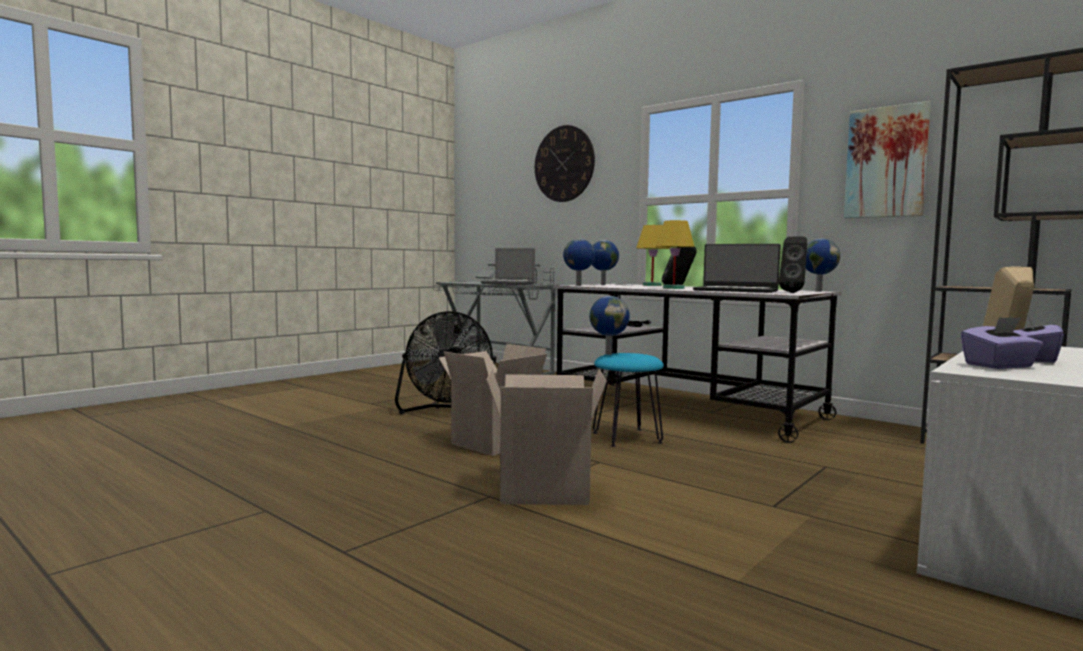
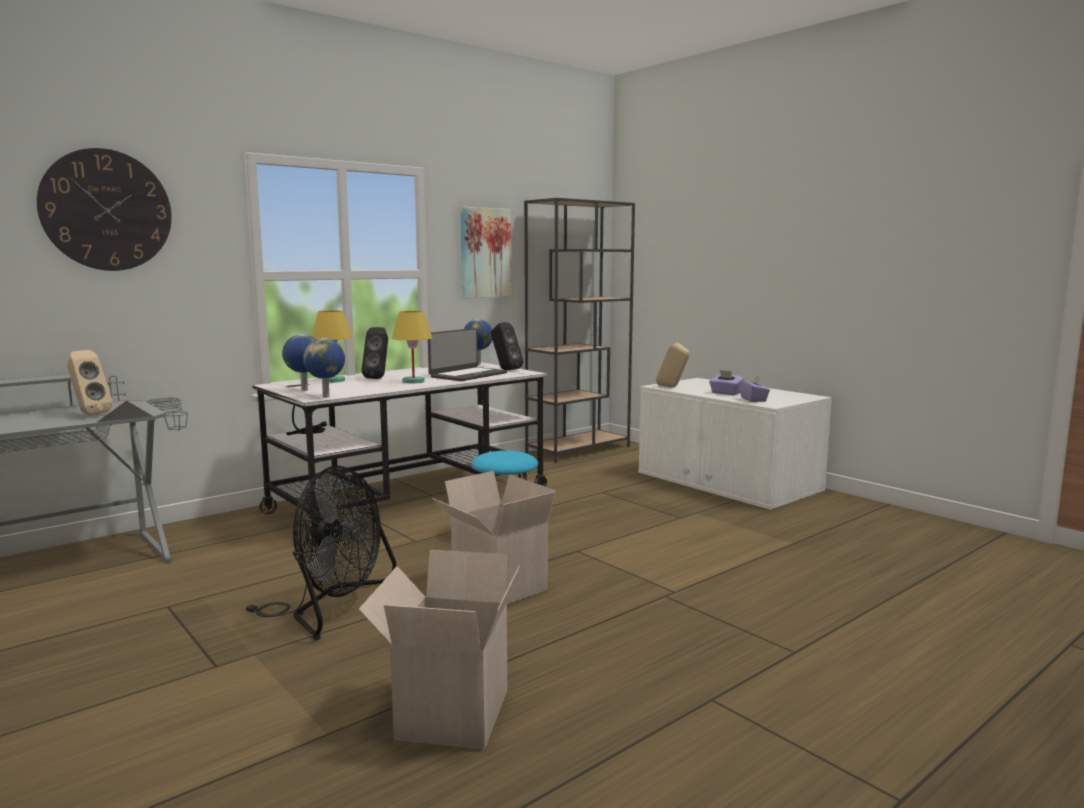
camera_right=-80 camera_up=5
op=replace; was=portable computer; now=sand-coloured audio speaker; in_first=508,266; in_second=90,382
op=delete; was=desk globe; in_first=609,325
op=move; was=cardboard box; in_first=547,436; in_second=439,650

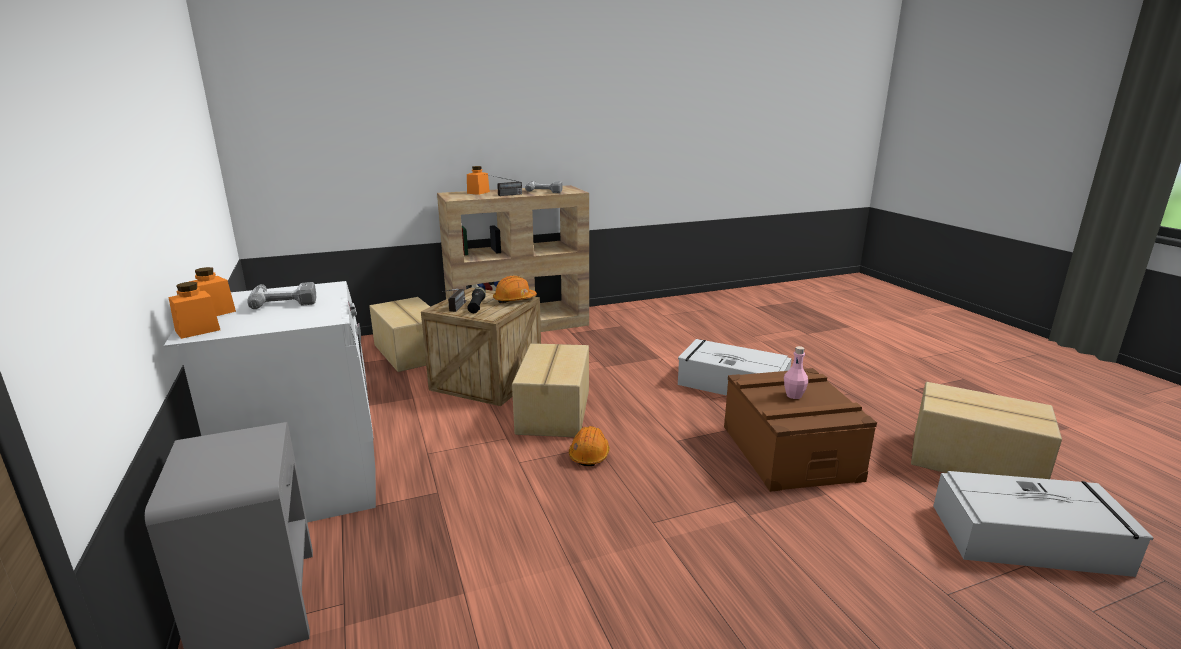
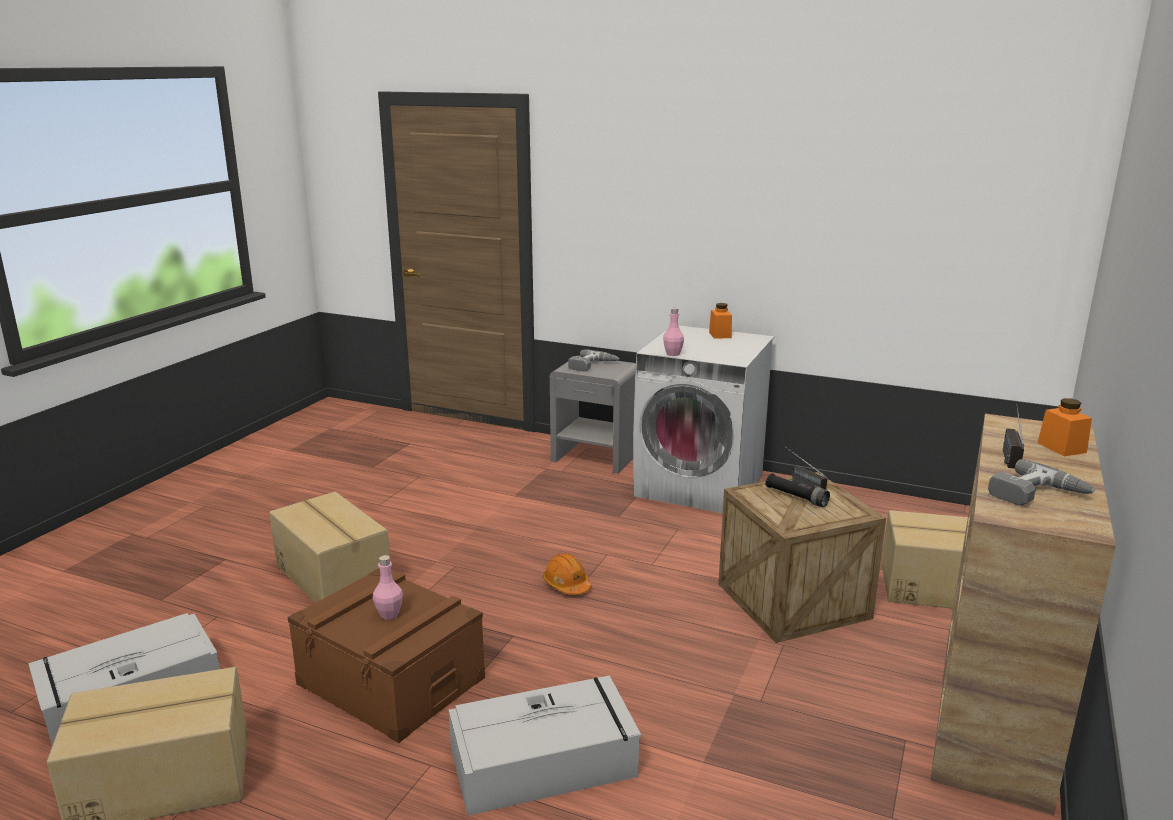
camera_right=135 camera_up=0
op=delete; was=orange work helmet; in_first=515,289
op=delete; was=orange jar; in_first=194,310
op=move; was=drill; in_first=282,295; in_second=593,360
op=move; was=cardboard box; in_first=550,390; in_second=329,547
op=insert; now=pinkish drink bottle; in_second=673,332

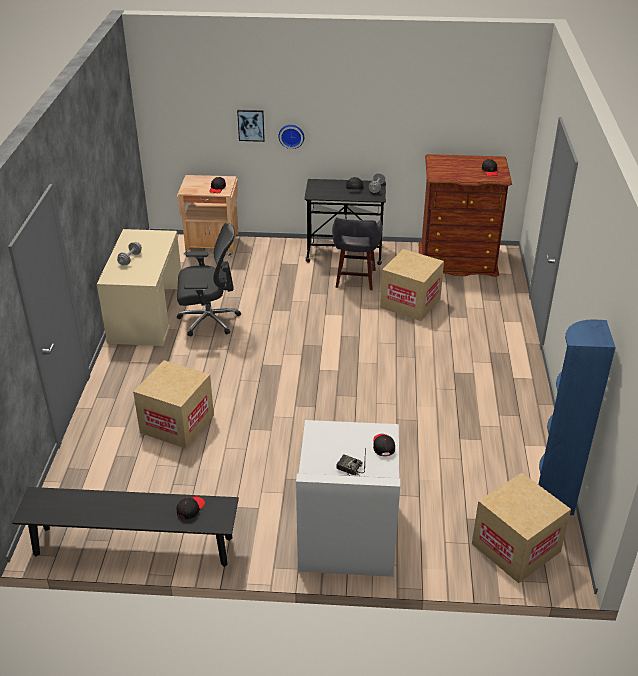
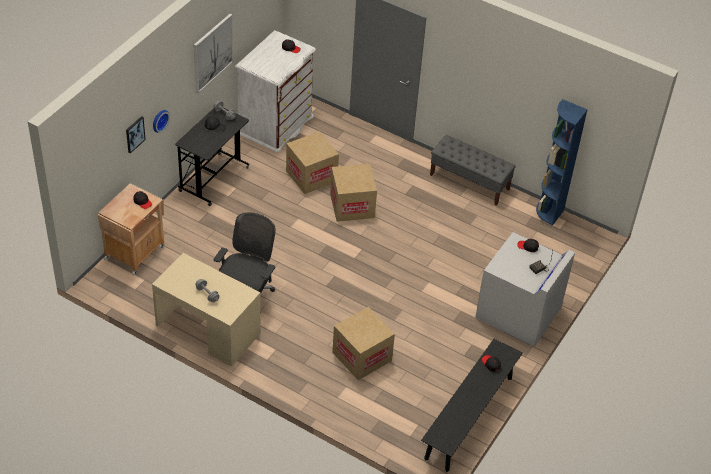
camera_right=-65 camera_up=10
op=recolor; was=brownish drawer chest; now=whitish drawer chest; in_first=465,215; in_second=275,91
op=delete; was=gray stool; in_first=357,253
op=move; was=cardboard box; in_first=521,527; in_second=353,193
op=insert; now=wall art; in_second=214,53
op=insert; now=gray indoor bench; in_second=473,170

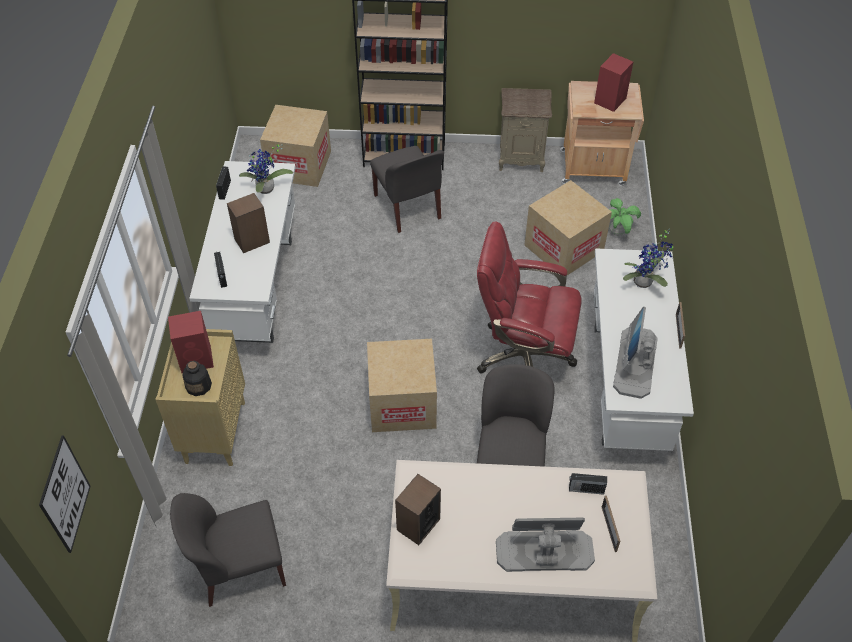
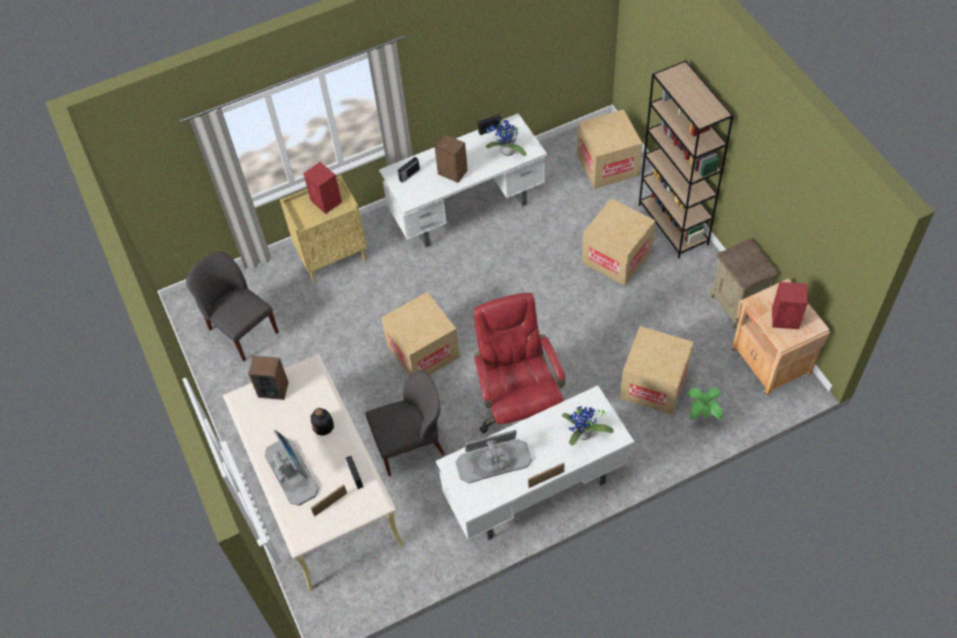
camera_right=65 camera_up=5
op=replace; was=gray upright chair; now=cardboard box; in_first=407,189; in_second=619,242
op=move; was=drink bottle; in_first=197,378; in_second=322,422
op=delete; was=wall art; in_first=65,494

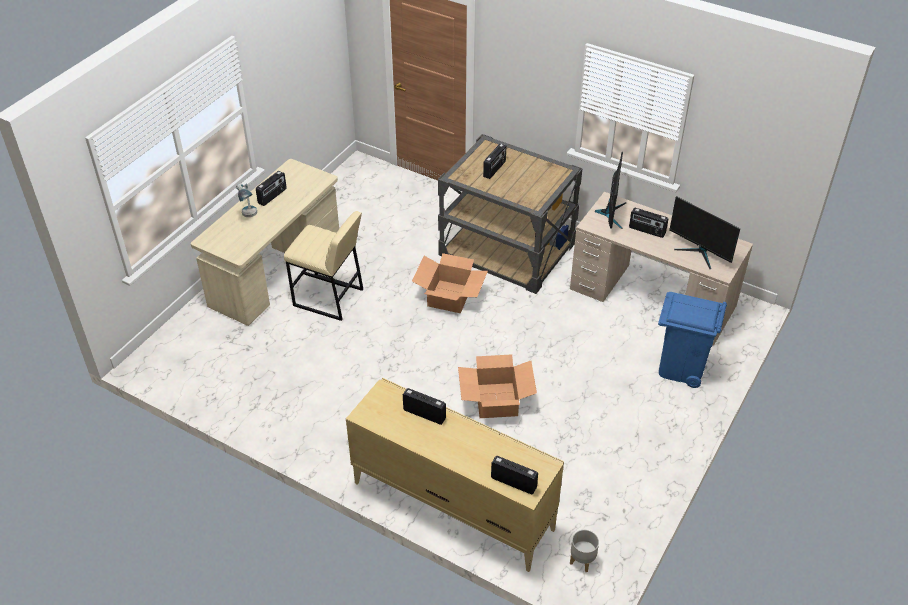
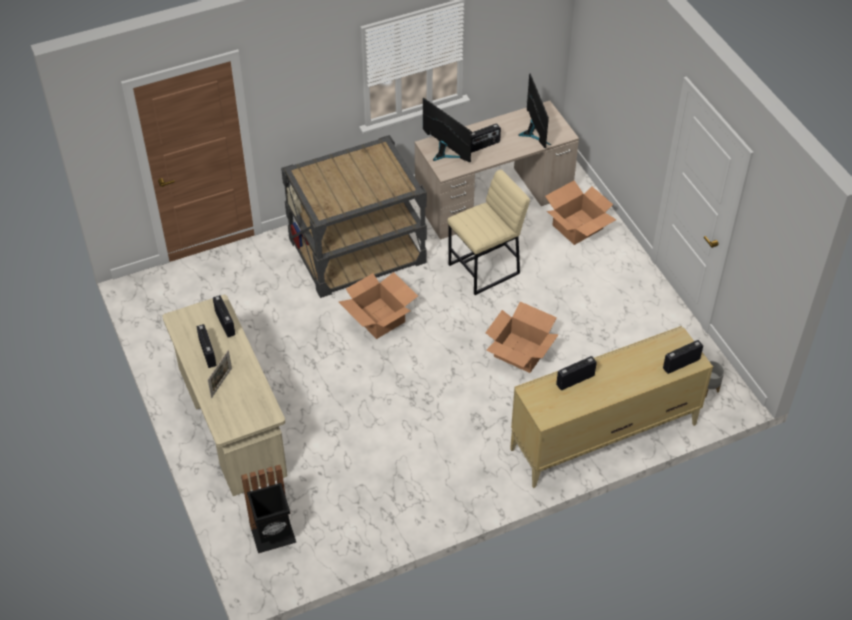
camera_right=-55 camera_up=5
op=move; was=radio set; in_first=494,161; in_second=224,316
op=replace; was=lamp for a table; now=picture frame; in_first=246,200; in_second=220,374
op=rotate; was=computer display; in_first=704,232; in_second=535,111; clockwise=-90
op=move; was=sand-coloured upright chair; in_first=323,266; in_second=488,232
op=replace; was=blue waste bin; now=cardboard box; in_first=692,340; in_second=581,212
op=insert; now=black-coloured waste bin; in_second=268,509

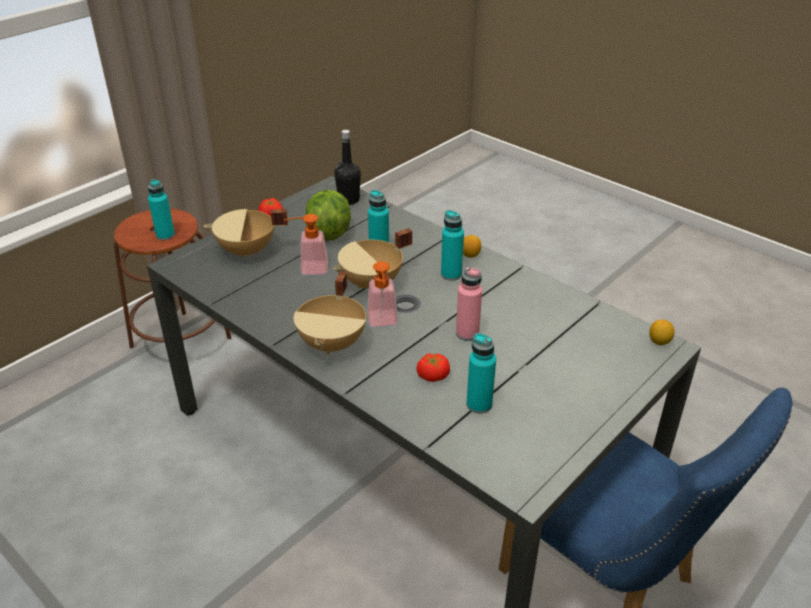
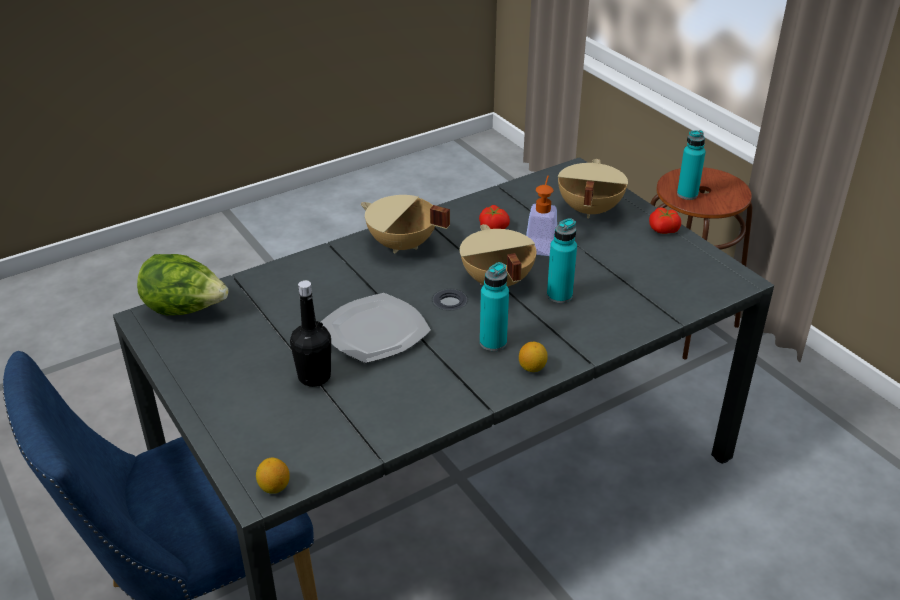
camera_right=105 camera_up=0
op=move; was=black-coloured drink bottle; in_first=347,167; in_second=310,333
op=move; was=head of lettuce; in_first=328,215; in_second=183,284
op=delete; was=soap dispenser; in_first=382,294
op=replace; was=pinkish drink bottle; now=dinner plate; in_first=469,304; in_second=376,328
op=delete; was=turquoise-coloured drink bottle; in_first=481,373
op=move; was=tomato; in_first=433,367; in_second=494,217

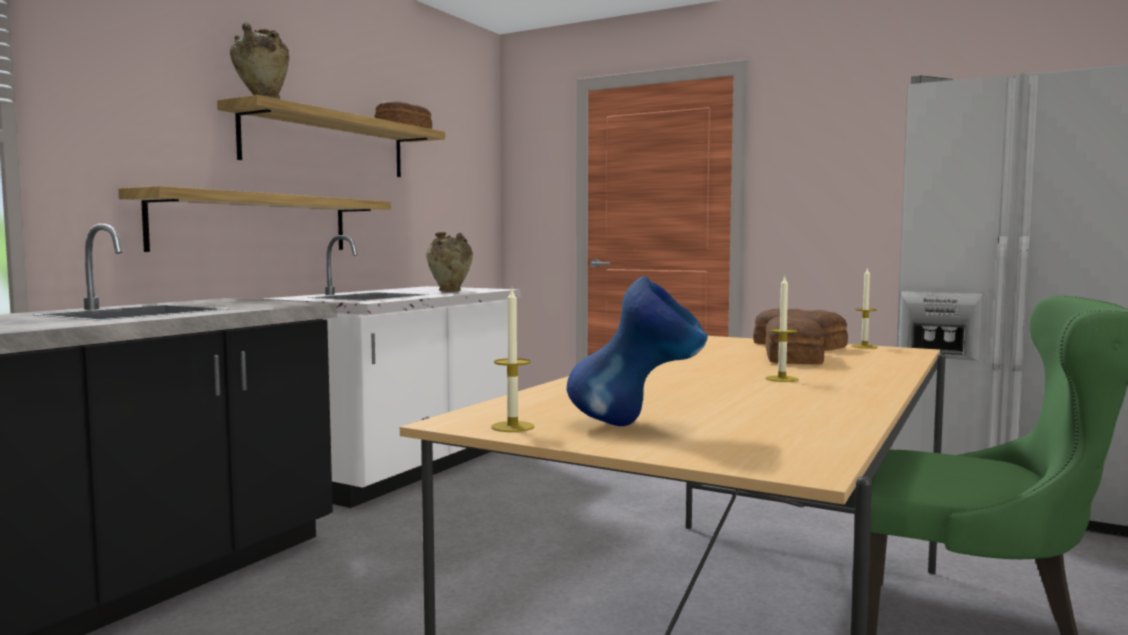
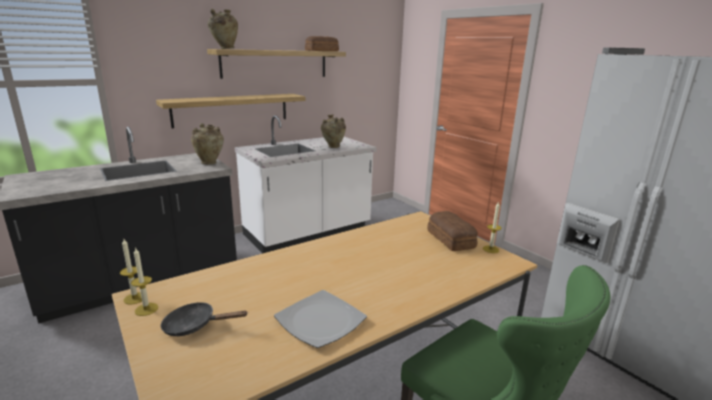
camera_right=25 camera_up=15
op=replace; was=blue flower vase; now=black-coloured frying pan; in_first=637,351; in_second=204,319
op=move; was=wax light; in_first=782,329; in_second=131,271
op=delete; was=bread; in_first=795,340
op=insert; now=sand-coloured flower vase; in_second=207,143
op=insert; now=dinner plate; in_second=320,319

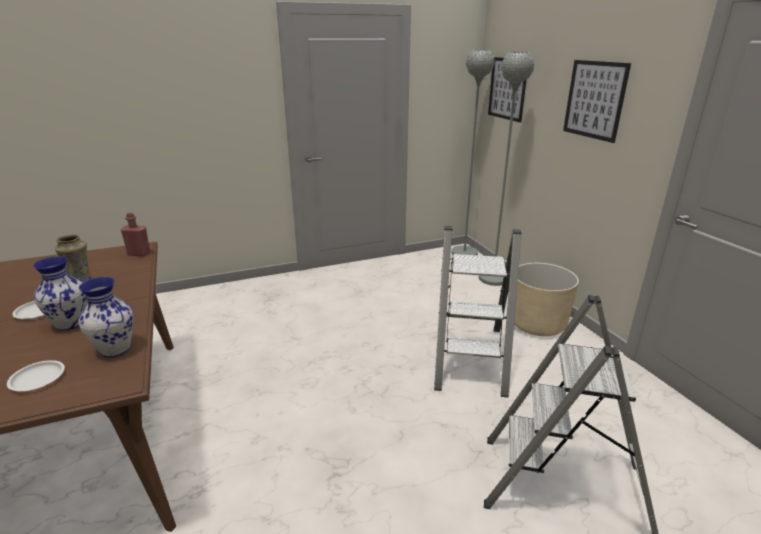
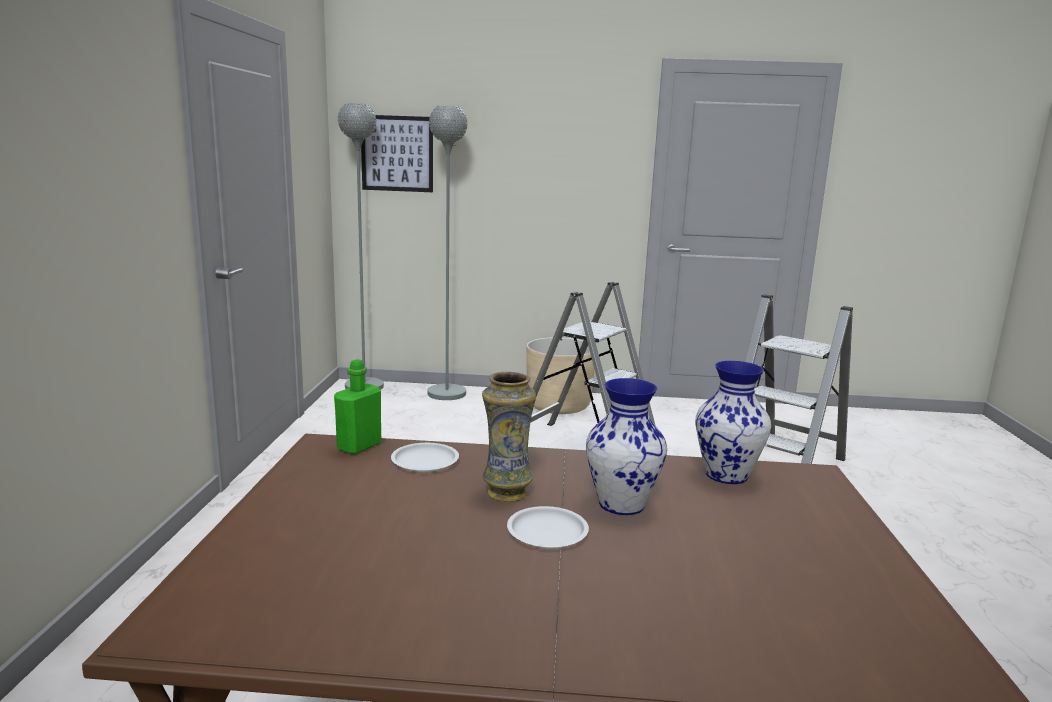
camera_right=-65 camera_up=-10
op=delete; was=wall art; in_first=597,101
op=recolor; was=red drink bottle; now=green-coloured drink bottle; in_first=136,234; in_second=357,407
op=move; was=whitish dinner plate; in_first=36,375; in_second=425,457

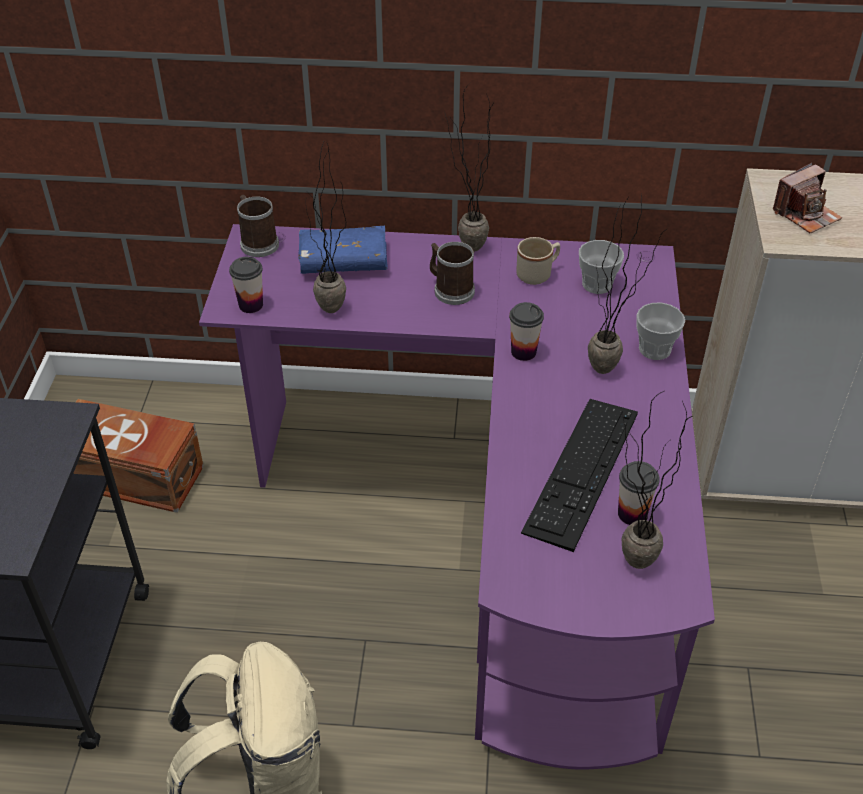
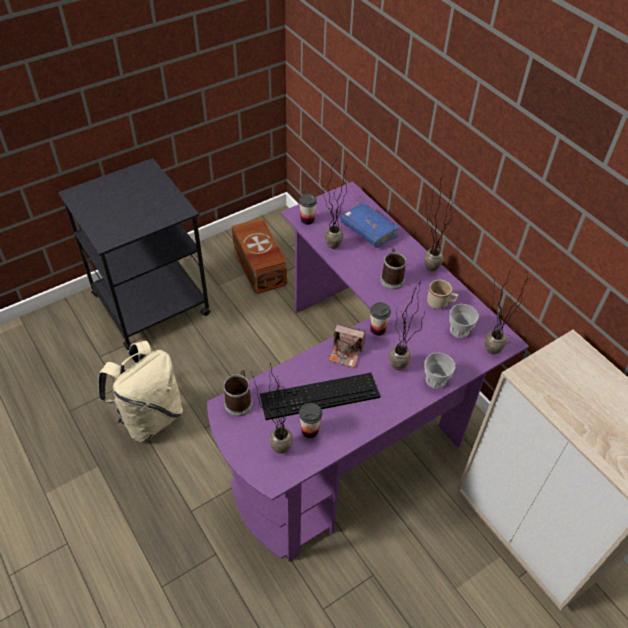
camera_right=50 camera_up=5
op=move; was=photo camera; in_first=807,198; in_second=346,346
op=move; was=coffee mug; in_first=258,226; in_second=238,393
op=insert; now=houseplant; in_second=507,310

